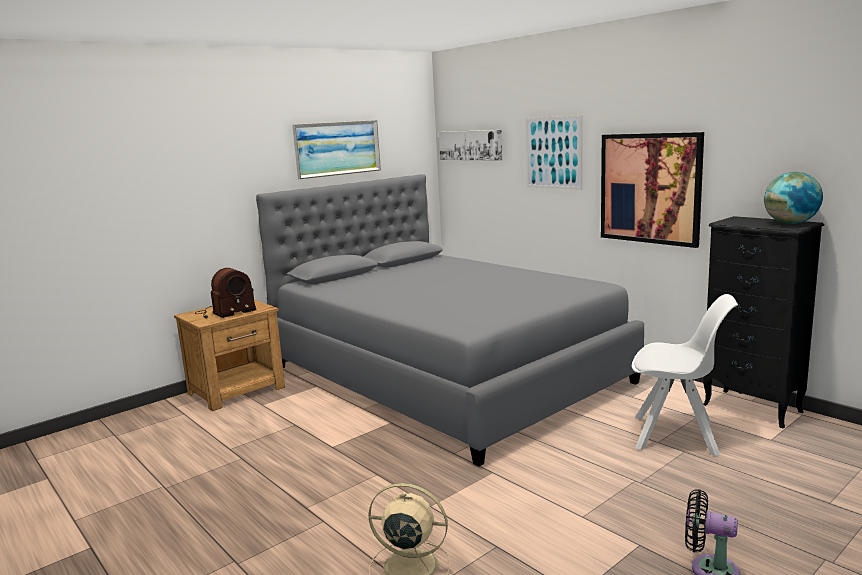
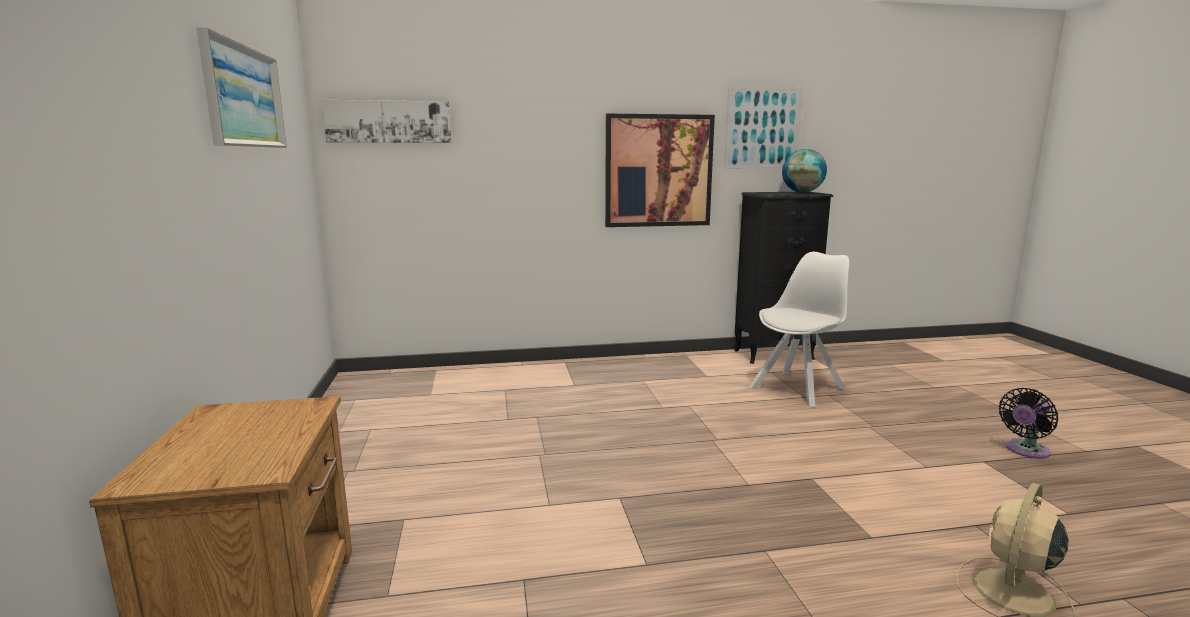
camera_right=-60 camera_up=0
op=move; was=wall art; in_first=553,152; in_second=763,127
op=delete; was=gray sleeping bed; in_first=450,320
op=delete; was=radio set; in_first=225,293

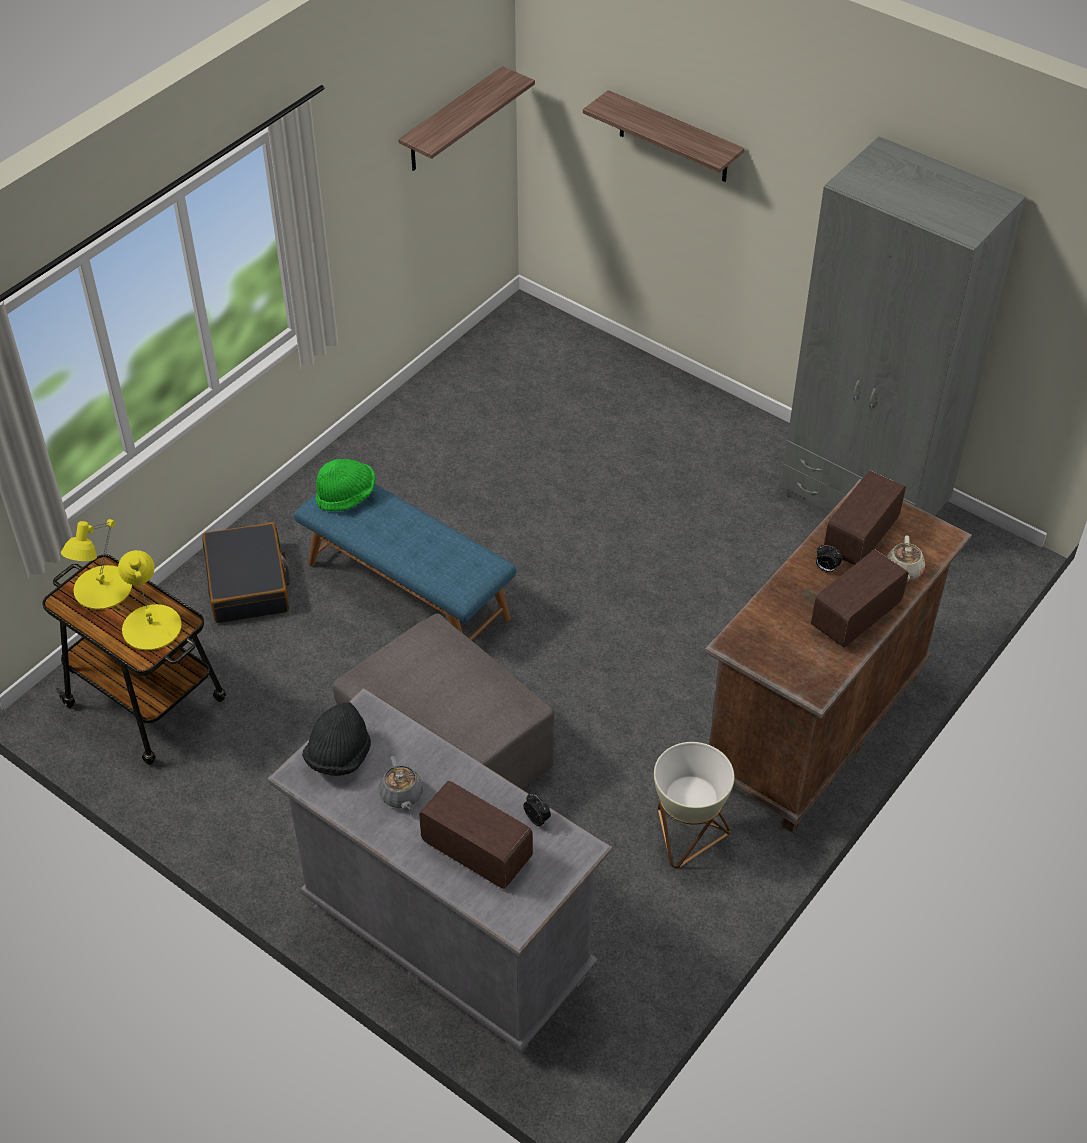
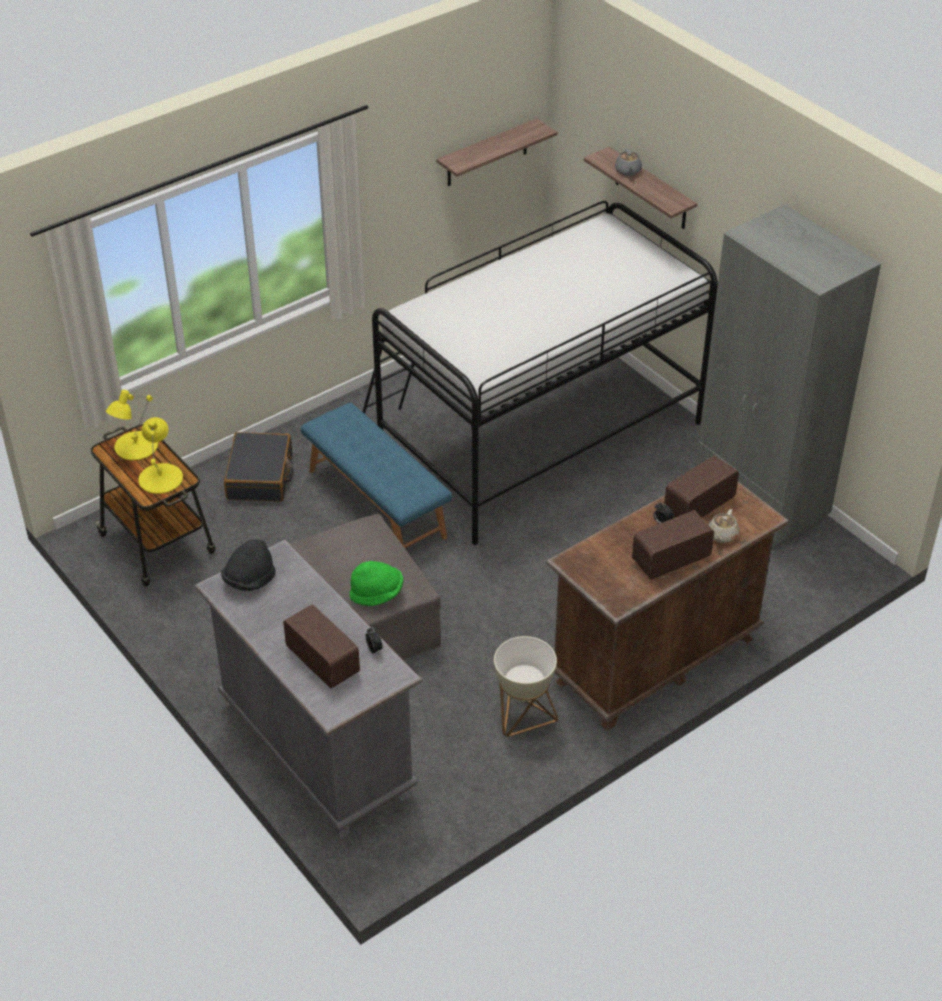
camera_right=15 camera_up=-5
op=move; was=green-coloured hat; in_first=346,485; in_second=376,583
op=move; was=gray tea pot; in_first=401,783; in_second=628,162
op=insert; now=black-coloured sleeping bed; in_second=540,373

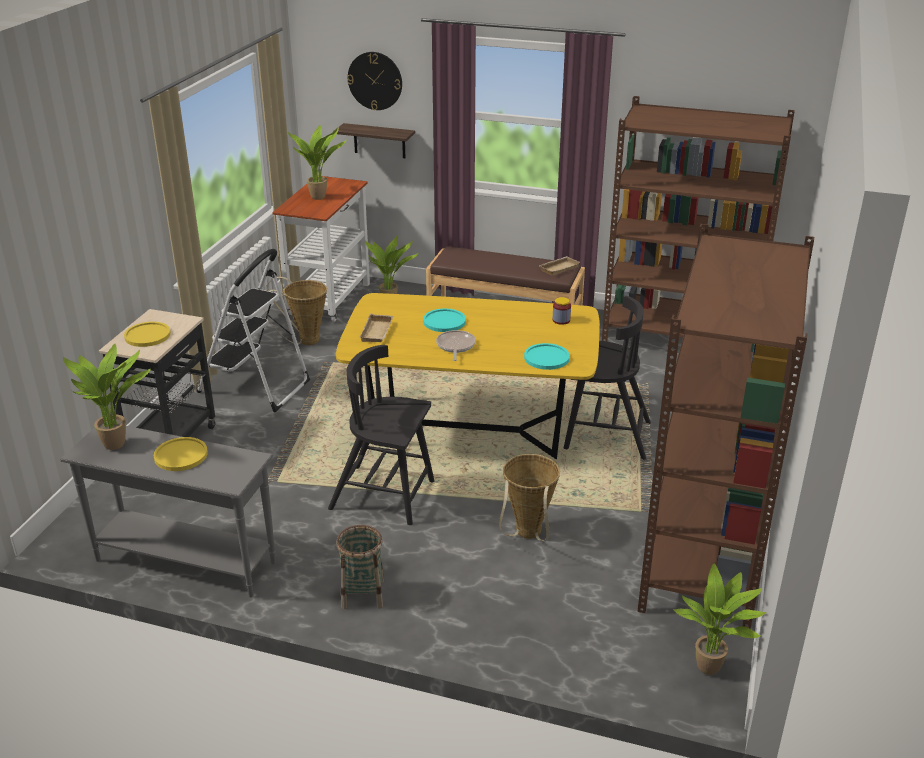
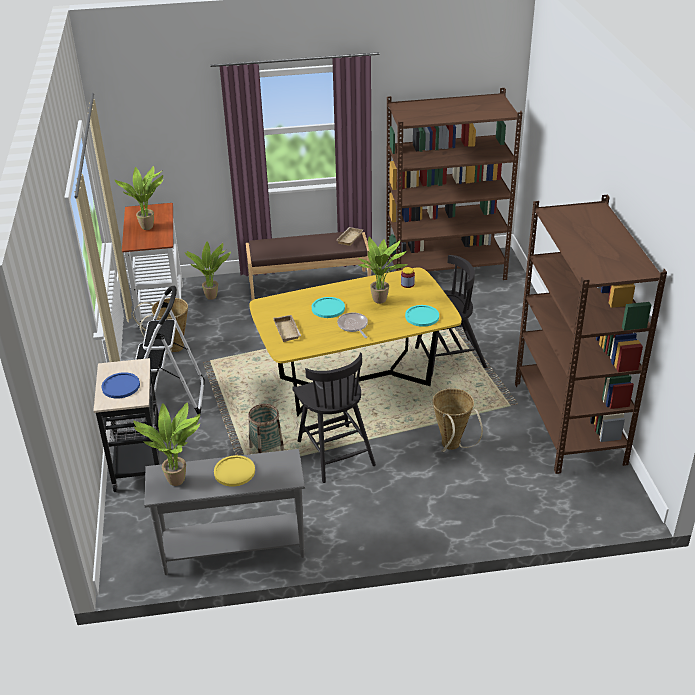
camera_right=-25 camera_up=5
op=delete; was=clock on the wall; in_first=374,81
op=delete; was=shelf; in_first=374,140
op=recolor; was=yellow dinner plate; now=blue dinner plate; in_first=147,334; in_second=121,385
op=rotate; was=black-coloured upright chair; in_first=381,435; in_second=334,417; clockwise=-105
op=move; was=storage basket; in_first=360,567; in_second=266,428
op=move; was=houseplant; in_first=719,619; in_second=382,270

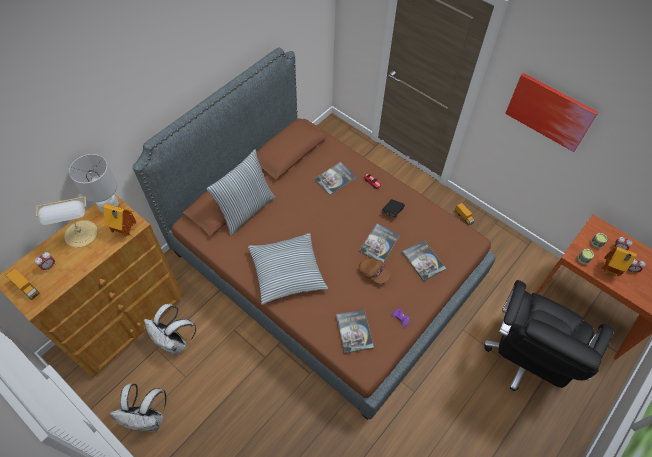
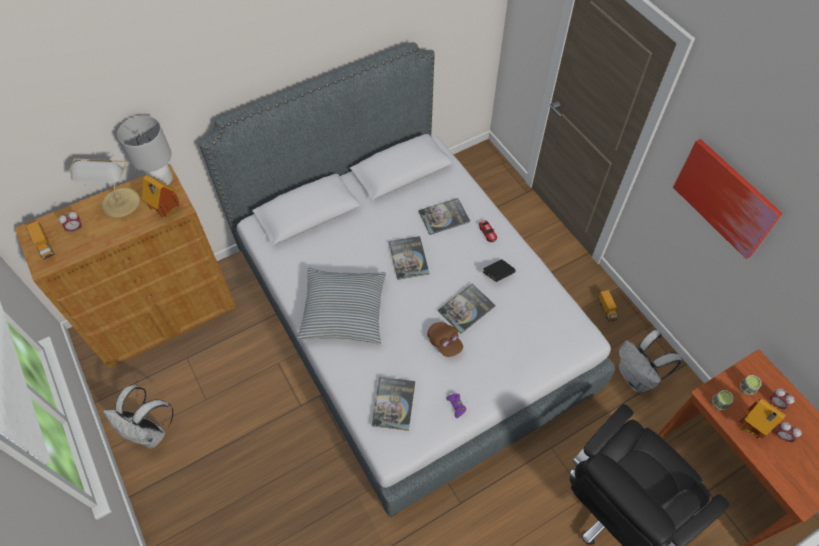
camera_right=20 camera_up=0
op=recolor; was=brownish sleeping bed; now=gray sleeping bed; in_first=314,234; in_second=407,279
op=delete; was=pillow; in_first=241,192
op=move; was=book; in_first=424,261; in_second=409,258
op=move; was=whitish rucksack; in_first=170,329; in_second=650,361

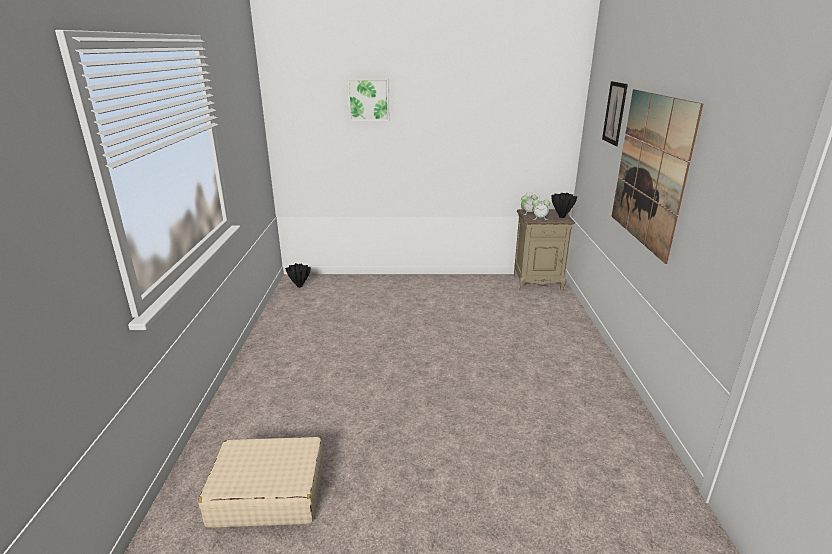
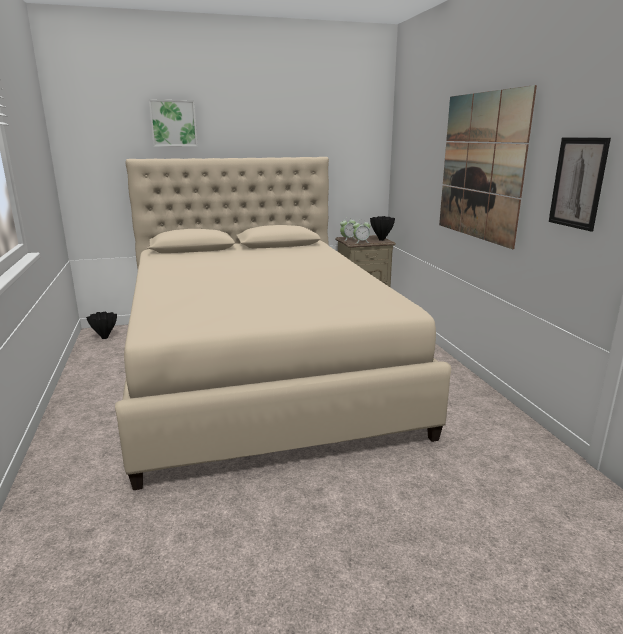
camera_right=-15 camera_up=-5
op=move; was=wall art; in_first=615,113; in_second=580,184
op=delete; was=sand-coloured piece of luggage; in_first=260,482
op=insert; now=sand-coloured sleeping bed; in_second=283,323

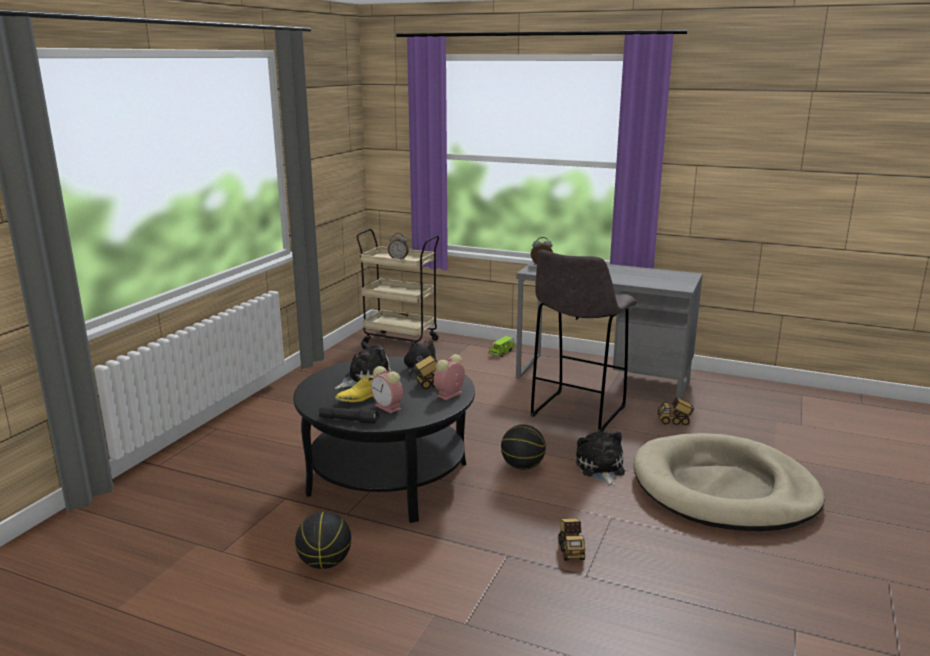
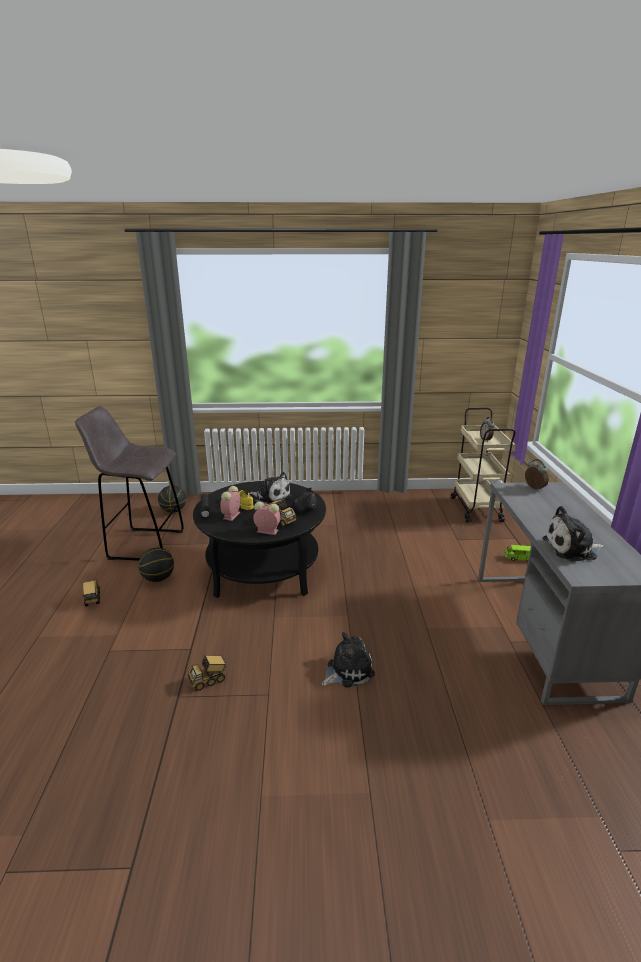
camera_right=65 camera_up=5
op=move; was=gray stool; in_first=584,341; in_second=129,483
op=move; was=toy truck; in_first=675,411; in_second=91,592
op=move; was=ball for basketball; in_first=523,447; in_second=172,499
op=delete; was=sand-coloured dog cushion; in_first=729,482
op=insert; now=plush toy; in_second=574,534

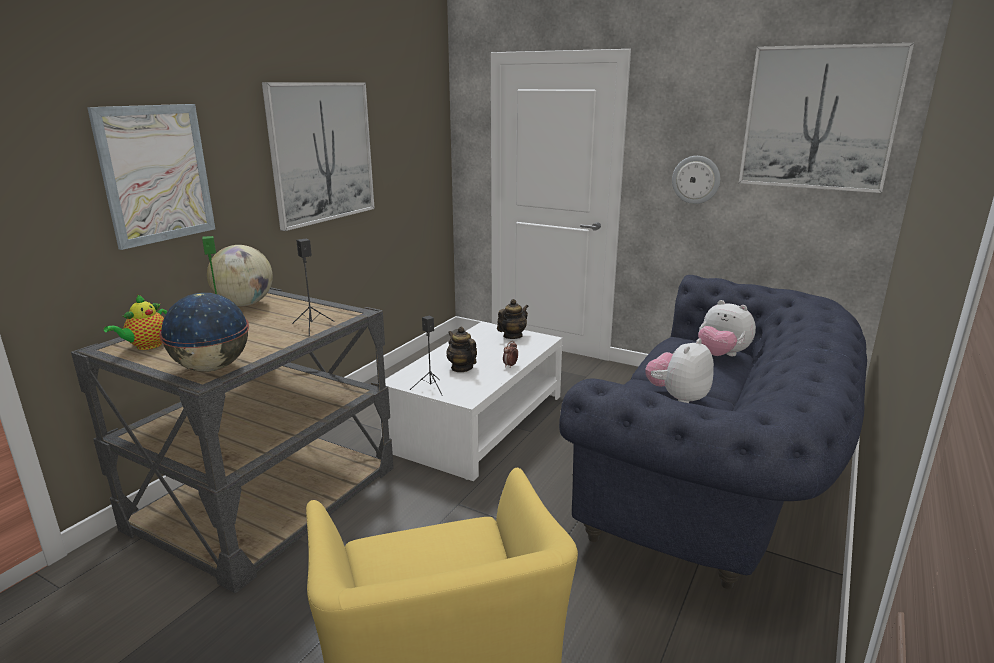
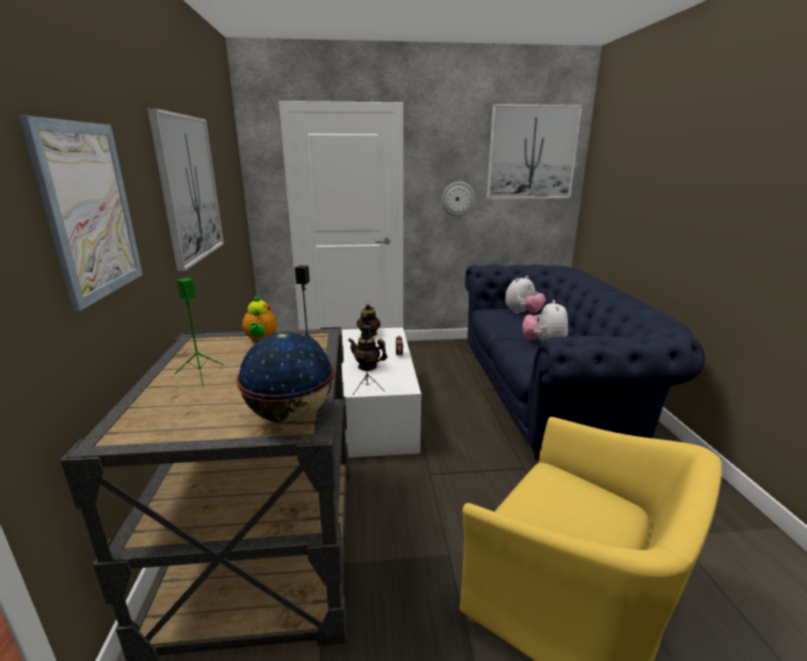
camera_right=-35 camera_up=0
op=delete; was=desk globe; in_first=240,275
op=move; was=tea pot; in_first=135,322; in_second=259,319
op=rotate; was=plush toy; in_first=727,328; in_second=525,294; clockwise=-45

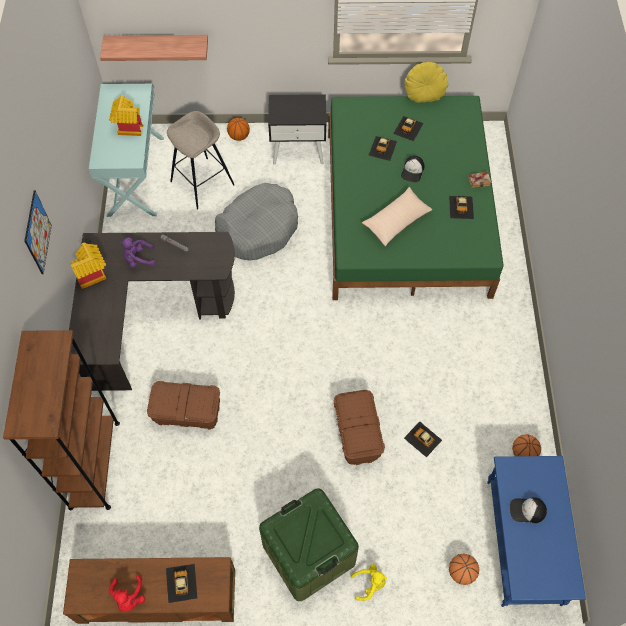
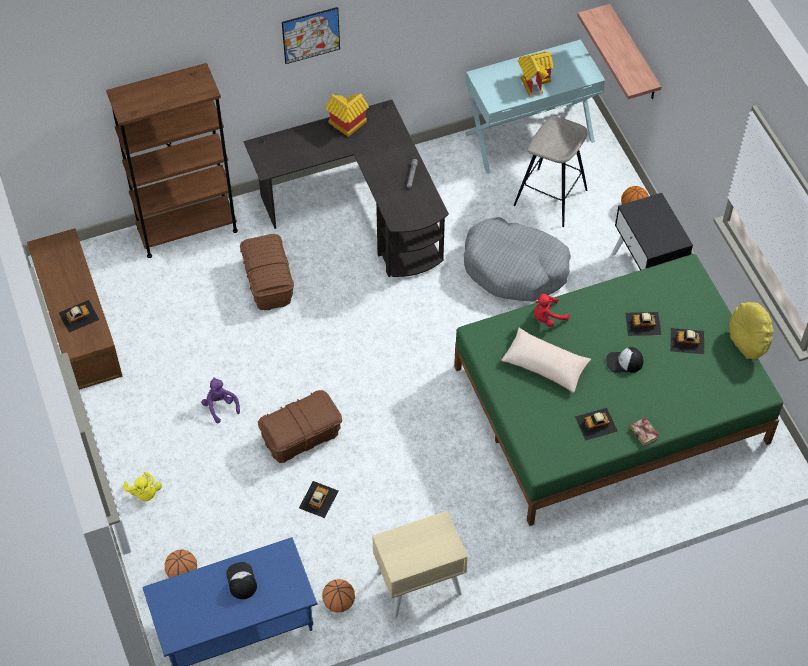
camera_right=70 camera_up=-5
op=move; was=purple plush toy; in_first=137,252; in_second=220,400
op=delete; was=green-coloured storage container; in_first=309,544
op=move; was=red plush toy; in_first=127,593; in_second=551,310
op=insert; now=sand-coloured bedside table; in_second=420,564

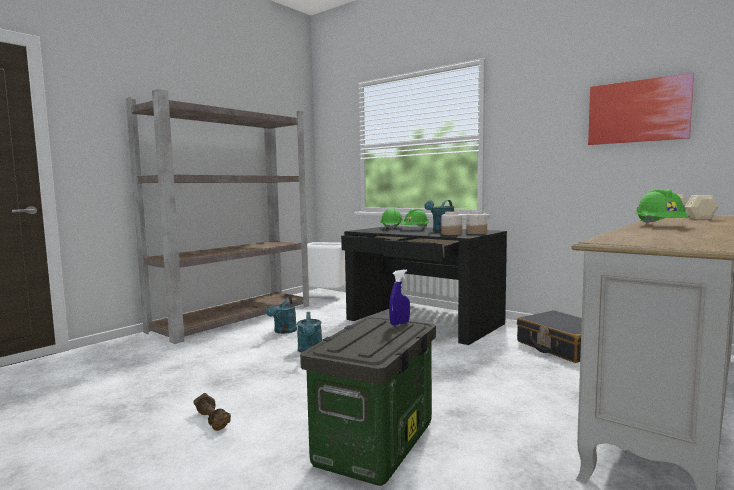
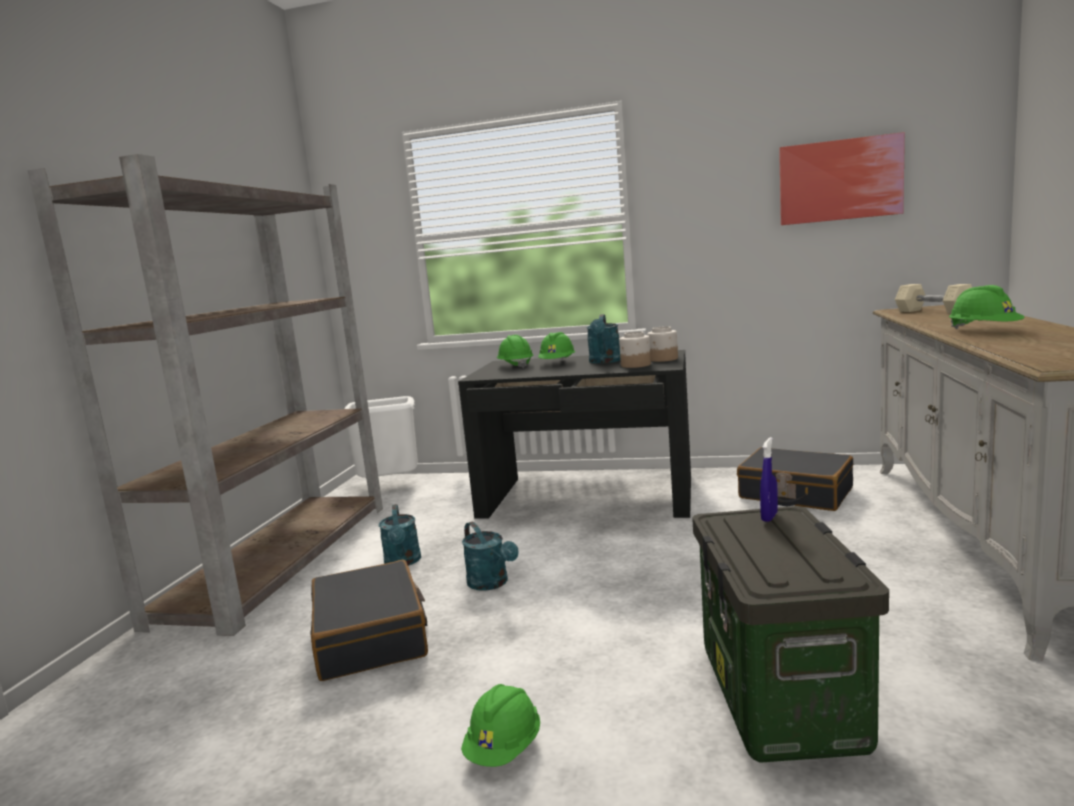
camera_right=-25 camera_up=5
op=replace; was=brownish dumbbell; now=green-coloured work helmet; in_first=212,412; in_second=500,725
op=insert; now=black-coloured piece of luggage; in_second=369,620

